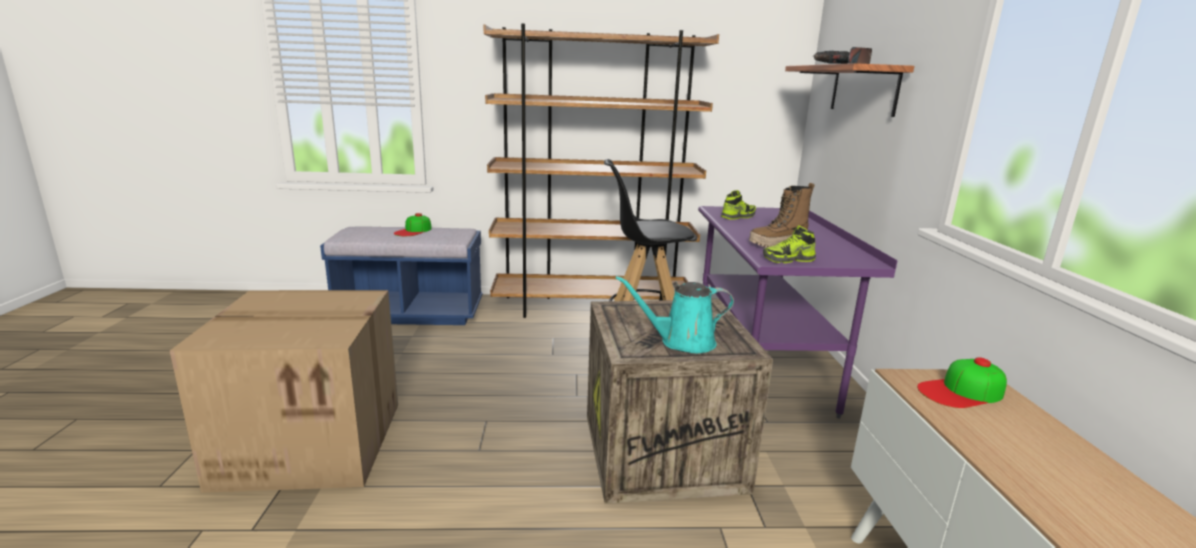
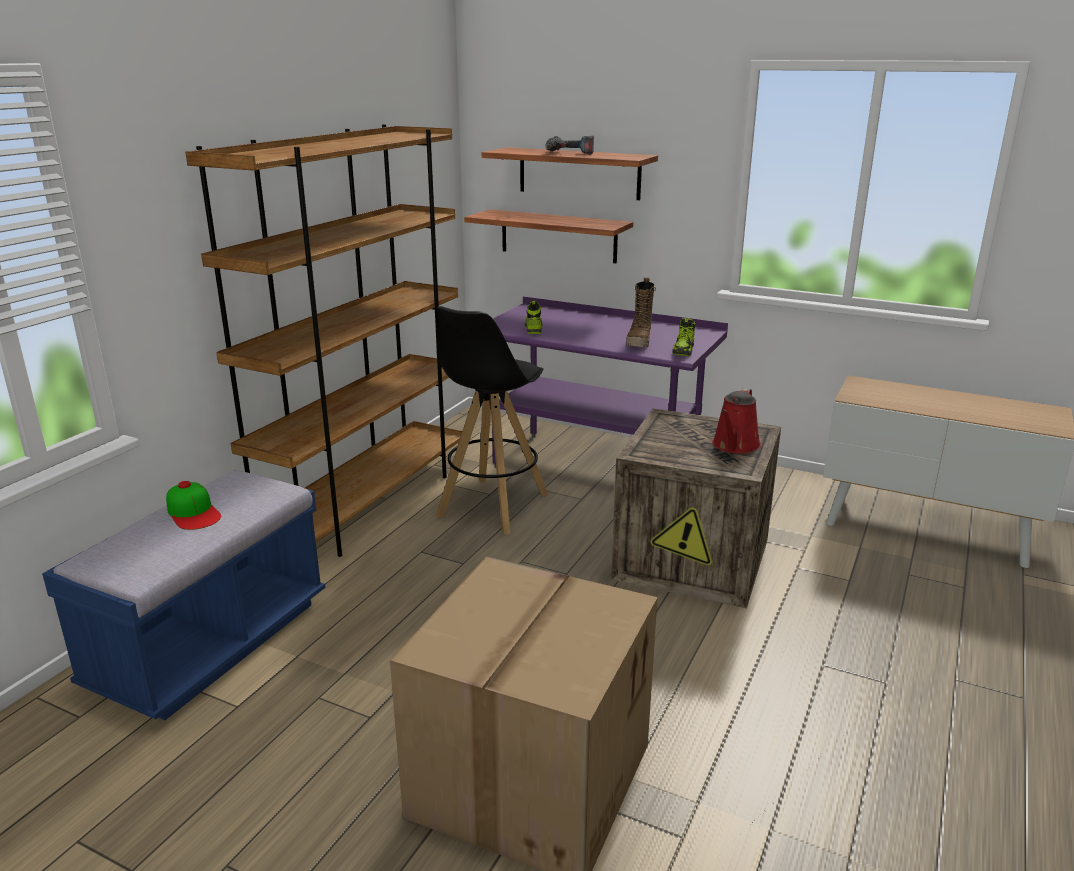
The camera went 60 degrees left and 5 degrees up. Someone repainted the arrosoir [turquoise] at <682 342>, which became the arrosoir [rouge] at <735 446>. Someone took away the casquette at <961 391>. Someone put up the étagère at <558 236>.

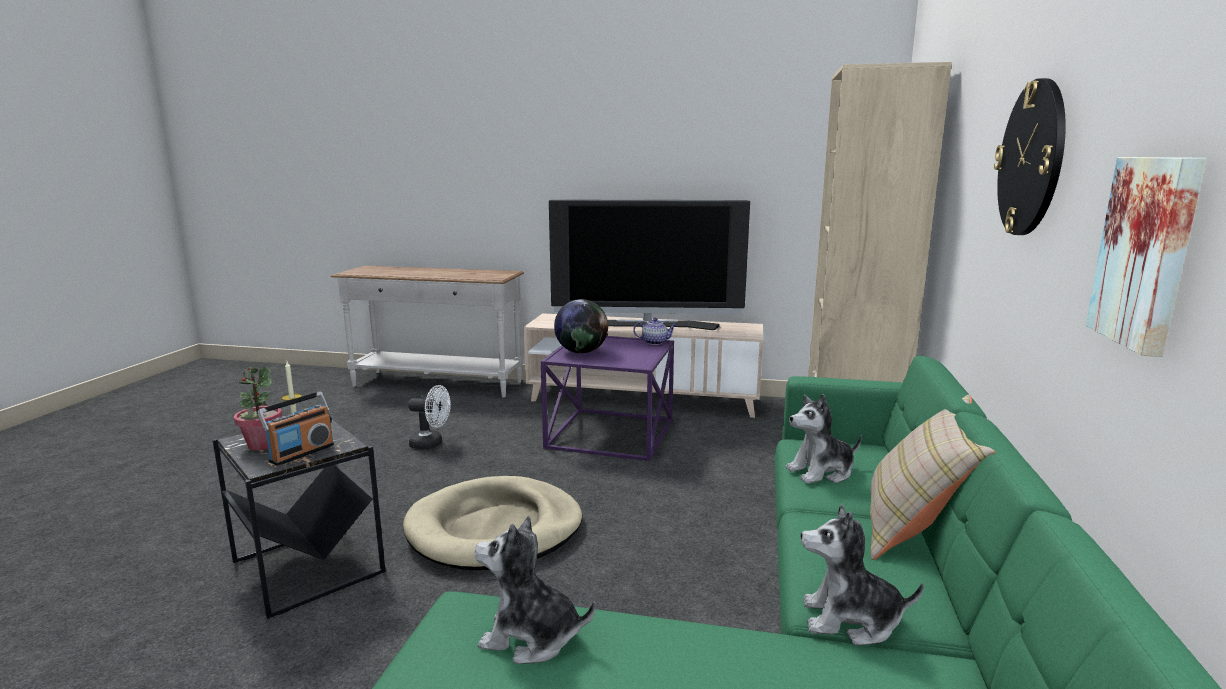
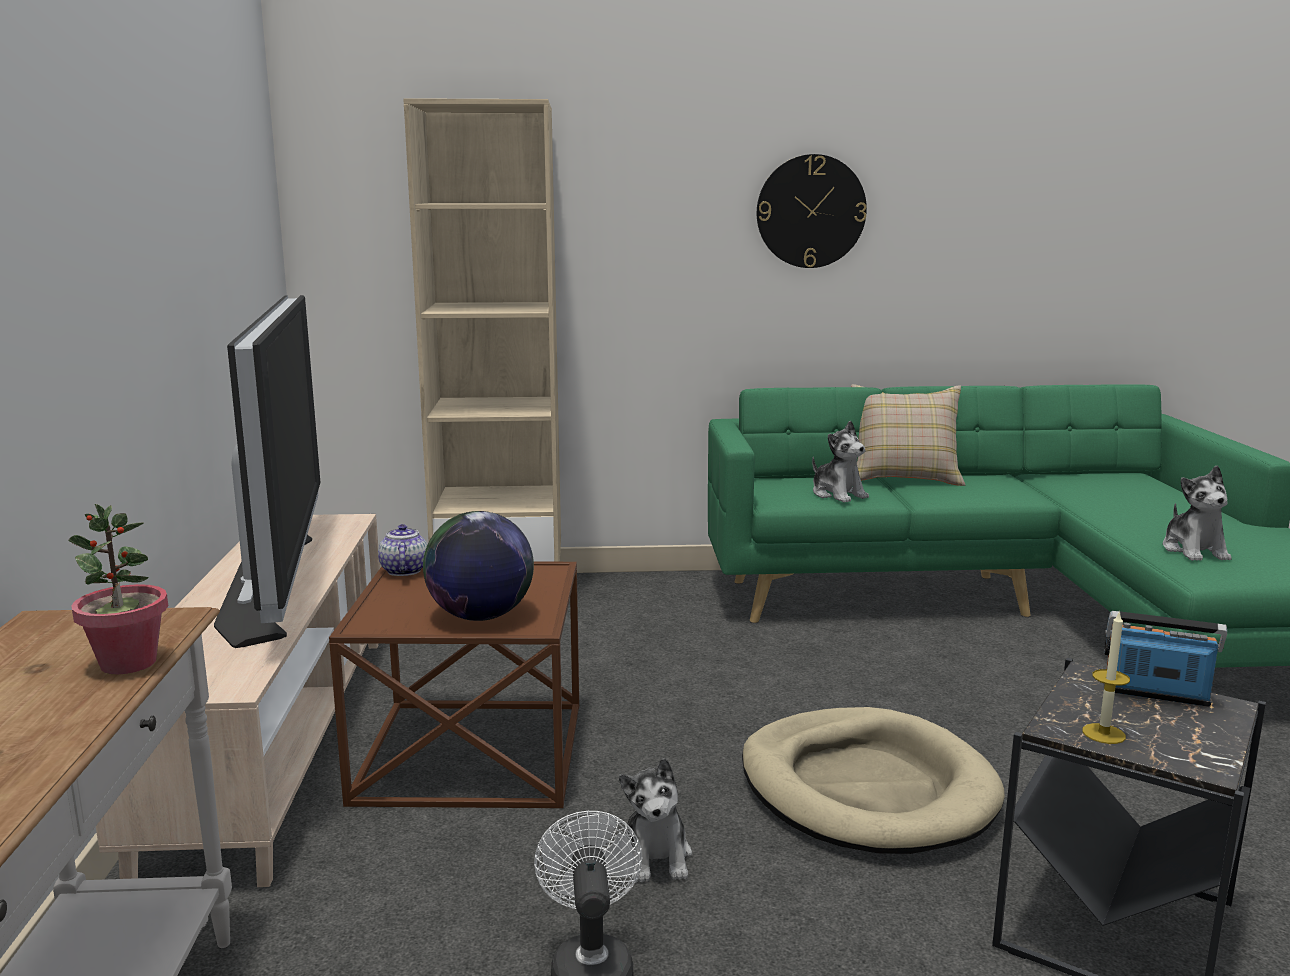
The camera went 105 degrees left and 0 degrees up. Someone carried the plante en pot from <262 445> to <128 663>. Someone repainted the table d'appoint [violet] at <612 433>, which became the table d'appoint [marron] at <470 751>. Someone carried the peluche from <850 621> to <656 856>. Someone took away the tableau at <1149 252>.

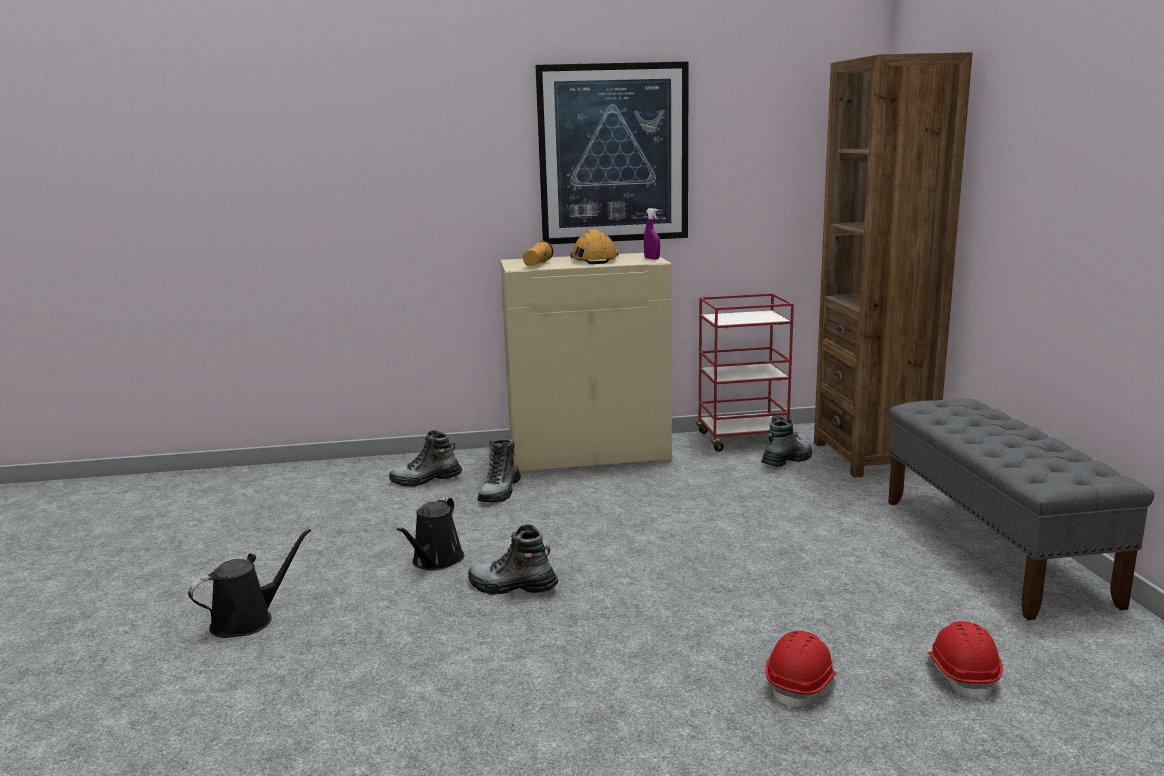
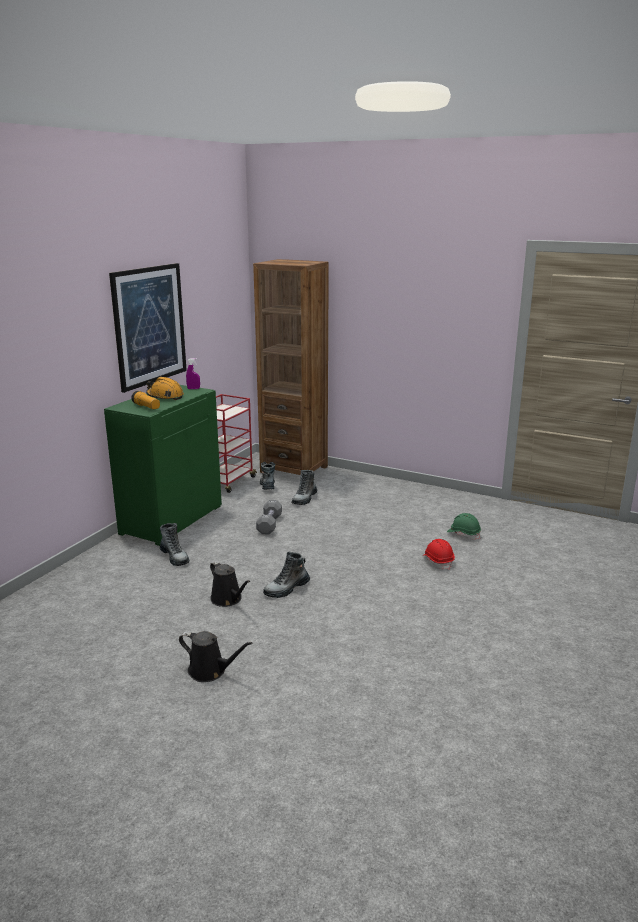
The camera went 55 degrees left and 5 degrees up. Someone rotated the arrosoir [noir] at <248 620> by 120 degrees clockwise. Someone carried the botte from <426 480> to <304 498>. Someone repainted the meuble de rangement [beige] at <589 454>, which became the meuble de rangement [vert] at <171 519>. Someone took away the banc [gris] at <993 549>. Someone repainted the casque de chantier [rouge] at <962 674>, which became the casque de chantier [vert] at <463 534>. Someone put down the haltère [gris] at <269 524>.

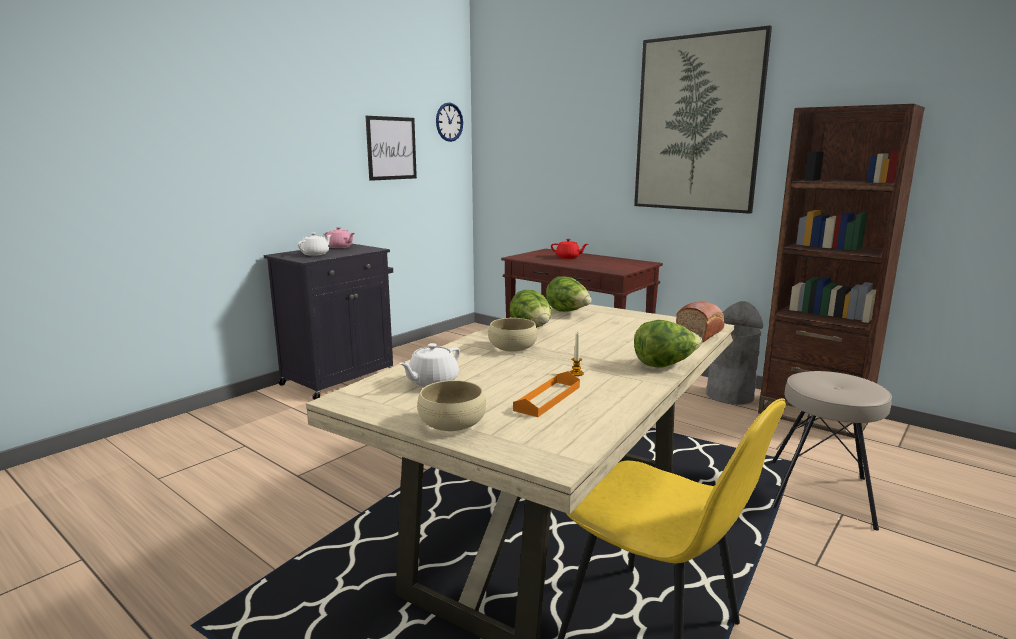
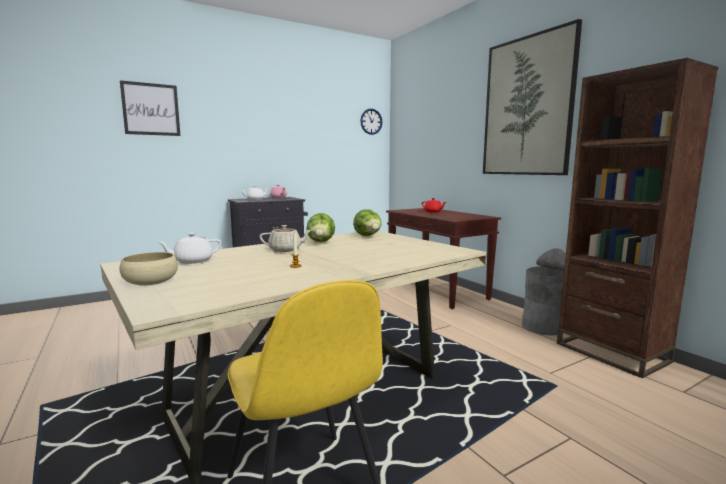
The camera went 20 degrees right and 5 degrees down. Someone carried the tableau from <391 148> to <151 109>. Someone swapped the bol [beige] at <512 347> for the théière [beige] at <286 250>. Someone took away the plateau [orange] at <547 398>. Someone took away the laitue at <664 365>. Someone took away the pain at <701 333>. Someone took away the tabouret [beige] at <821 493>.

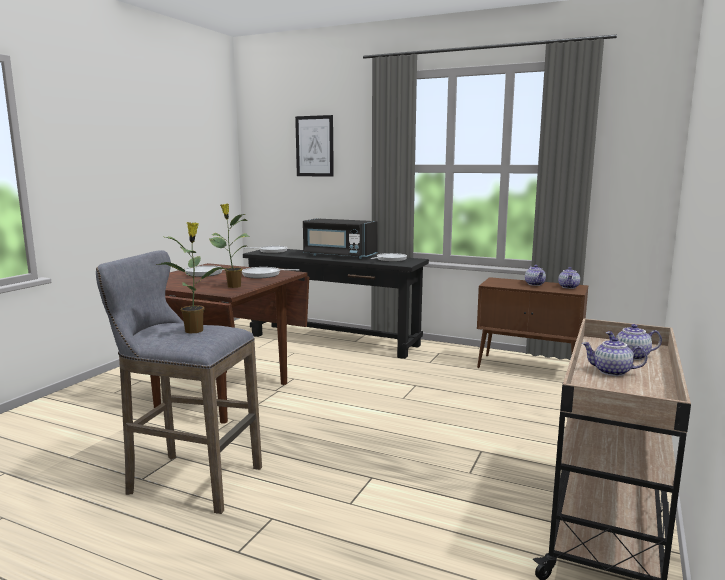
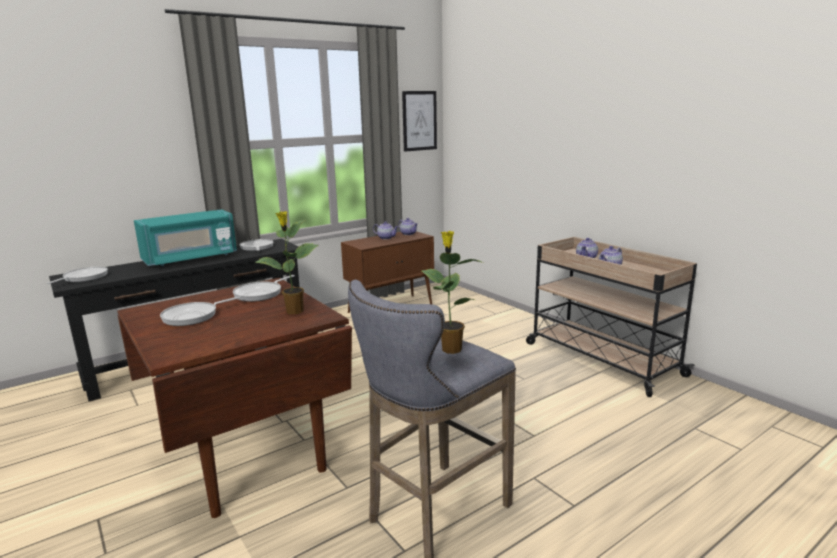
The camera went 60 degrees left and 5 degrees up. Someone carried the tableau from <314 146> to <419 121>. Someone repainted the micro-ondes [noir] at <339 255>, which became the micro-ondes [turquoise] at <190 258>.

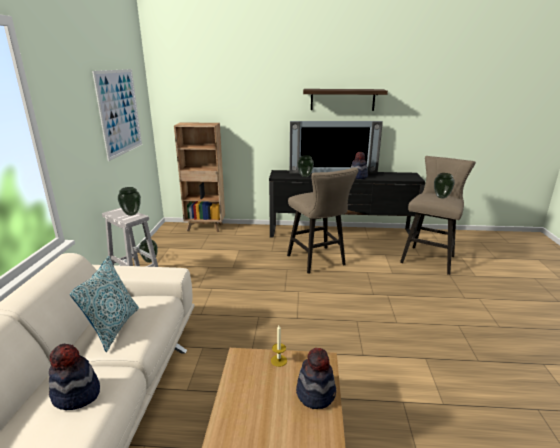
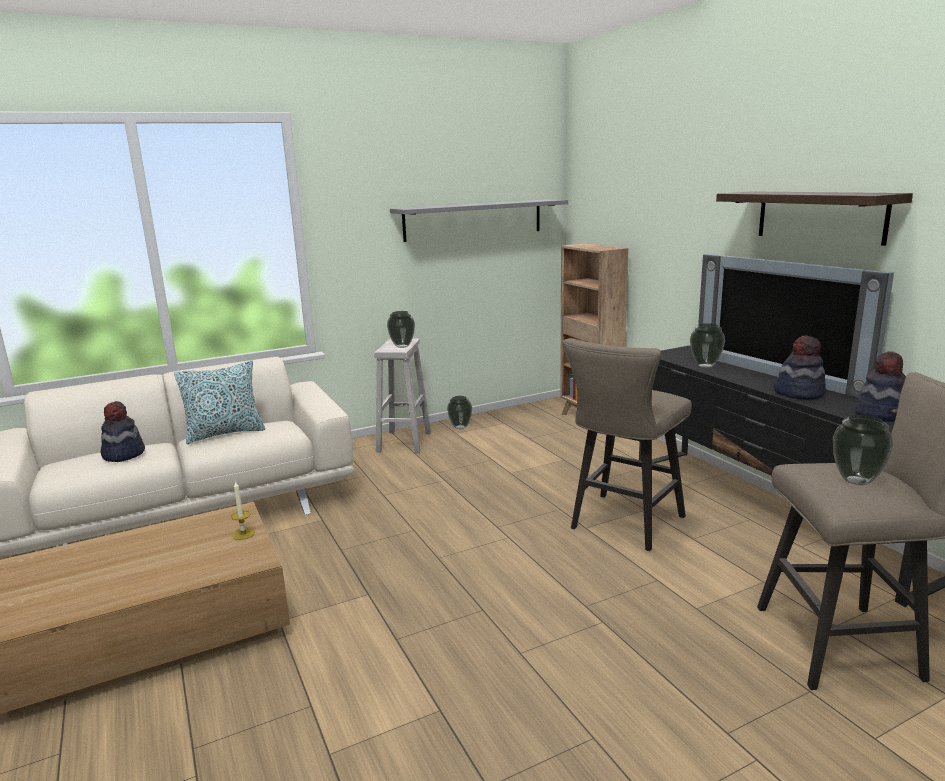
The camera went 60 degrees right and 5 degrees down. Someone swapped the tableau at <119 112> for the étagère [gris] at <473 220>. Someone carried the chapeau from <316 393> to <881 414>.

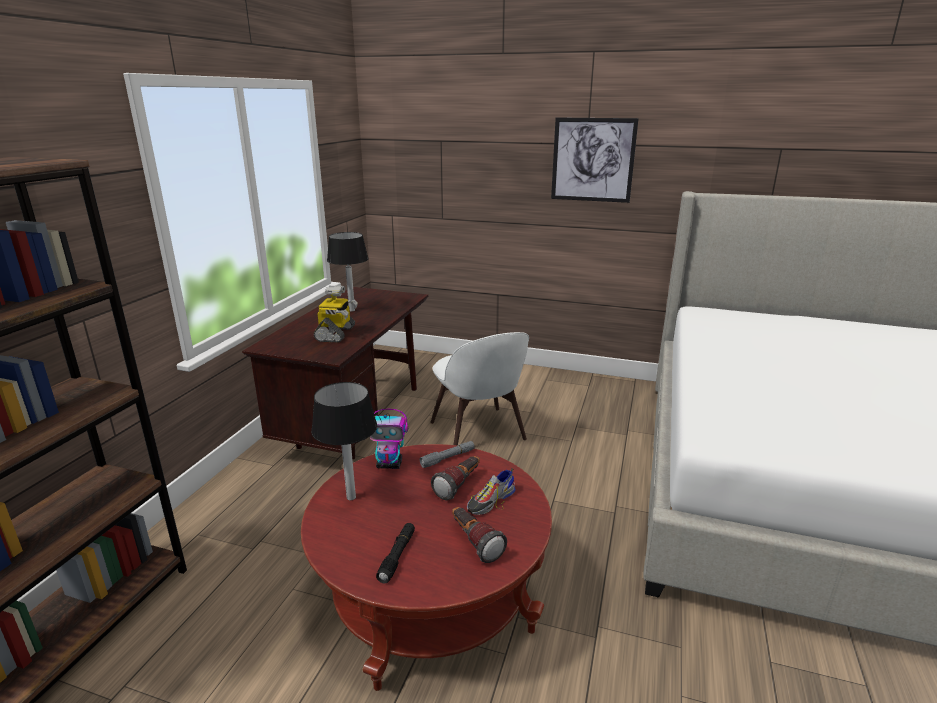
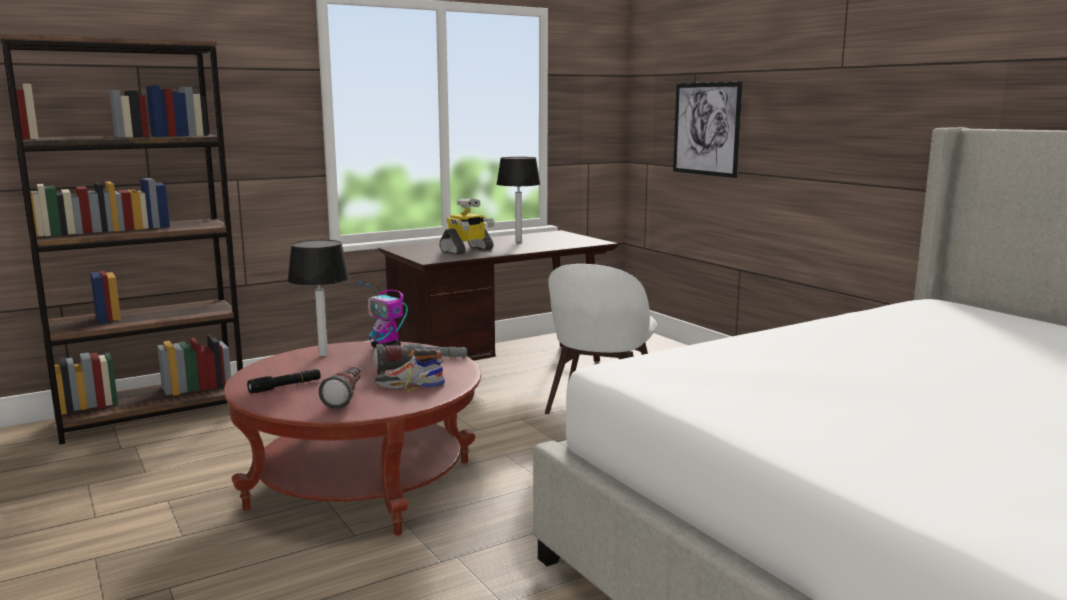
The camera went 40 degrees right and 10 degrees down. Someone carried the tableau from <593 160> to <706 129>.

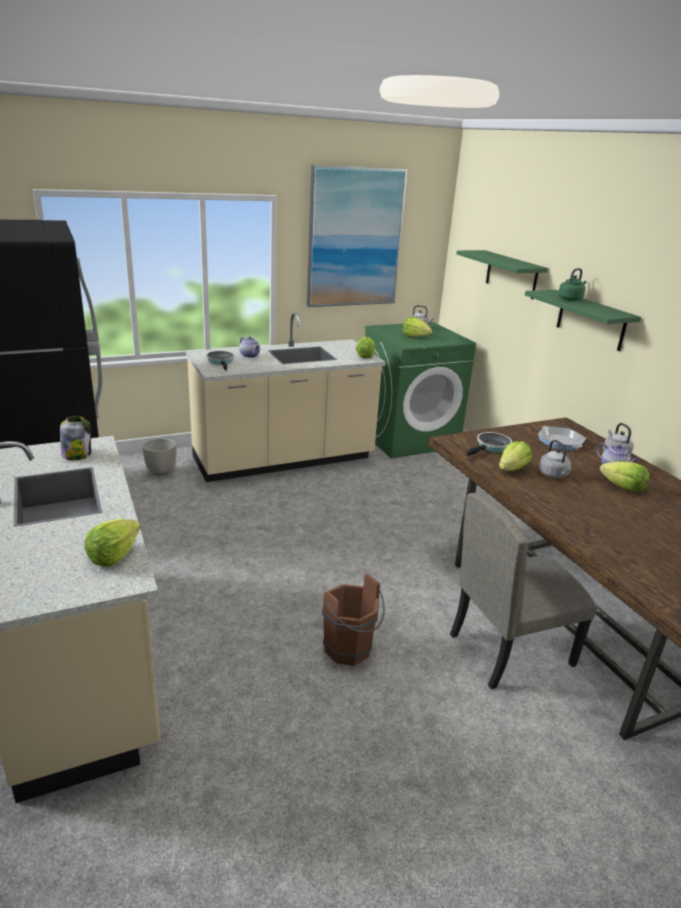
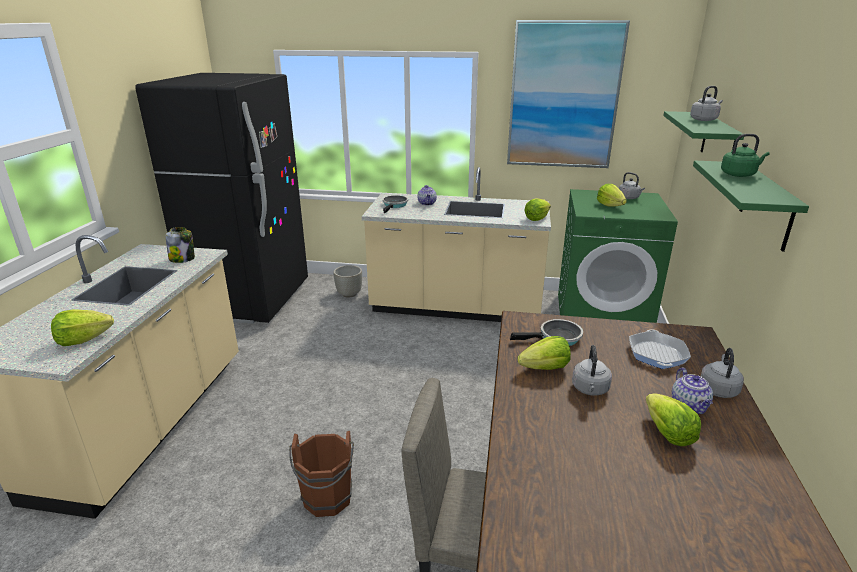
The camera went 35 degrees right and 0 degrees up. Someone put down the bouilloire [gris] at <704 119>.

